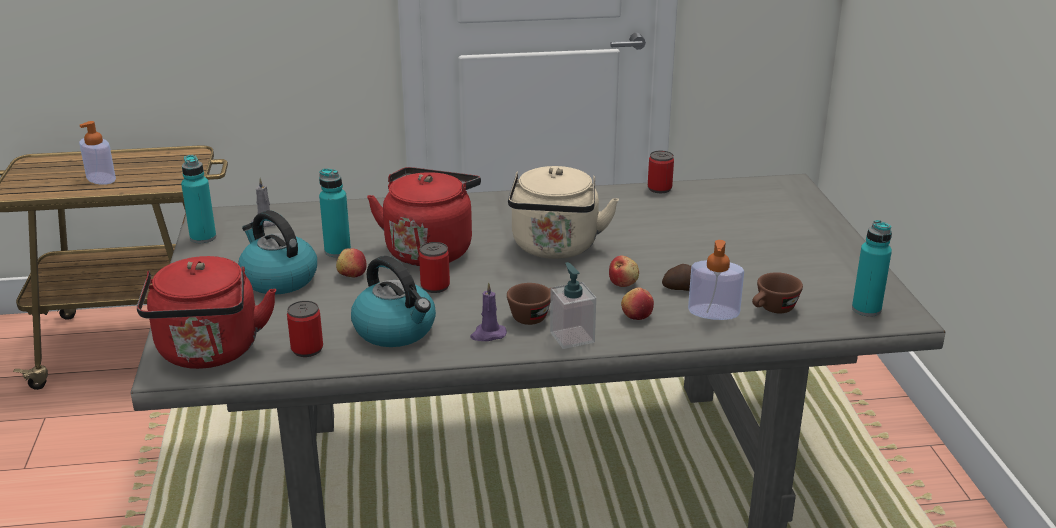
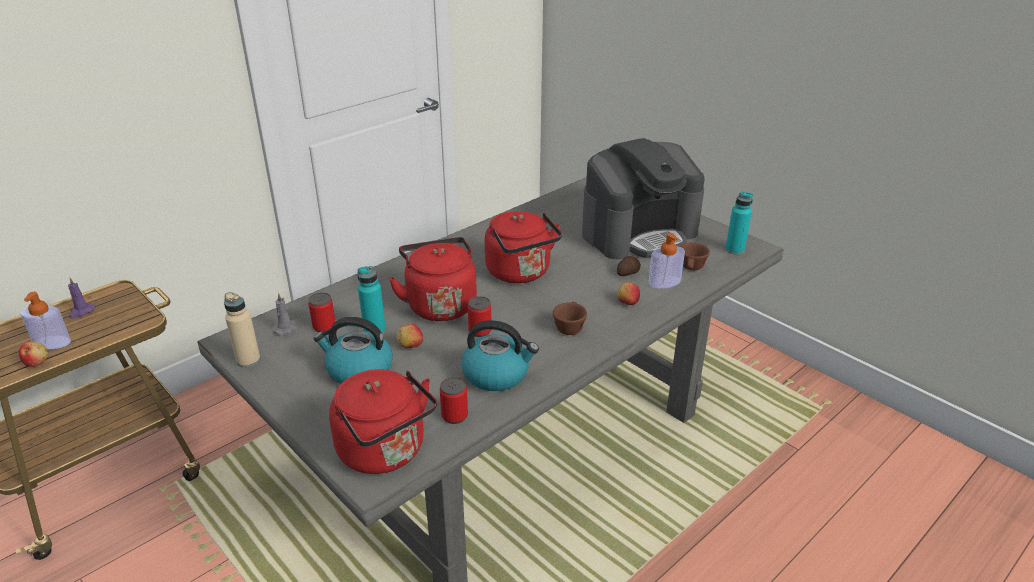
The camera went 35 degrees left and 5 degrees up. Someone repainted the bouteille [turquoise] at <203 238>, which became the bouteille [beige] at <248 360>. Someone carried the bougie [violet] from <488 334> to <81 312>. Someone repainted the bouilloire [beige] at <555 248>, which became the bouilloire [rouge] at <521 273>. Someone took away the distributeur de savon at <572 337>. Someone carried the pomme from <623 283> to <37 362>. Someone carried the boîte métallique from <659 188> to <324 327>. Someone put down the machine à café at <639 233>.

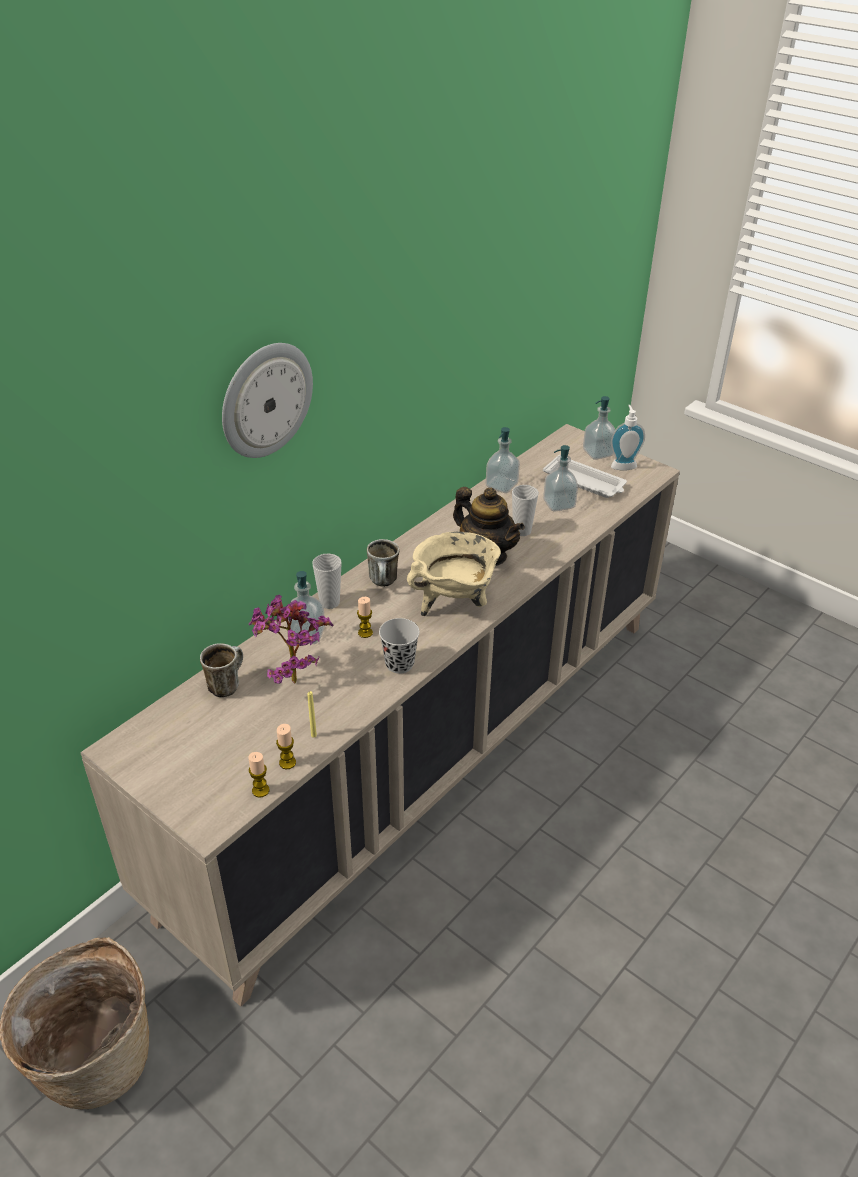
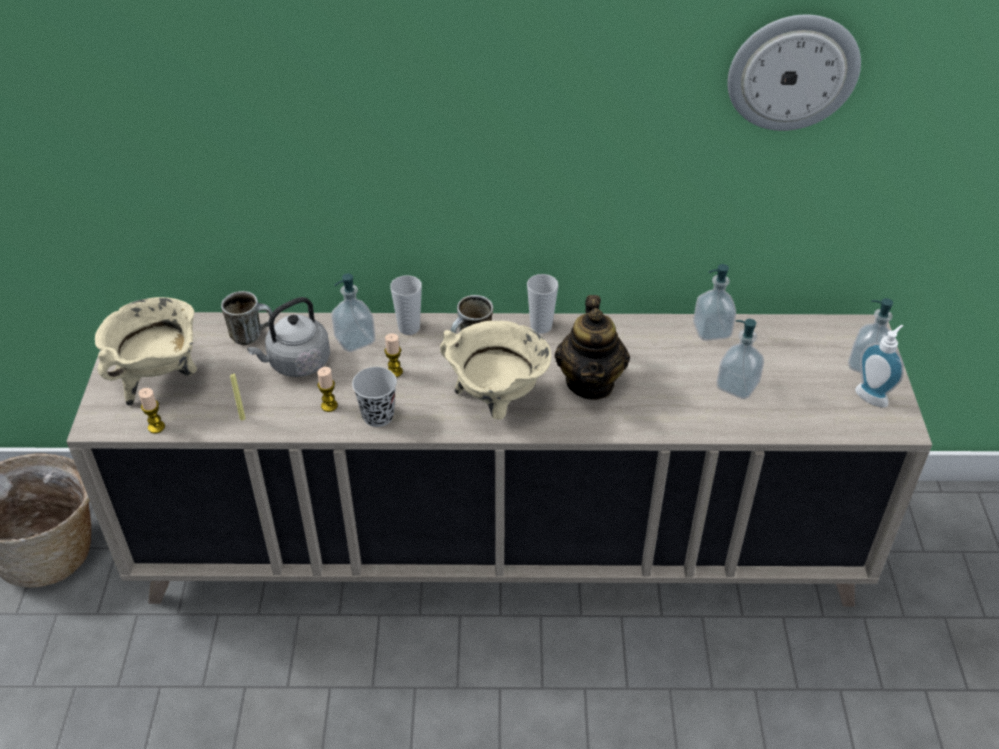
The camera went 50 degrees right and 5 degrees up. Someone carried the horloge murale from <265 399> to <792 72>. Someone swapped the plante en pot at <291 676> for the bouilloire [gris] at <296 363>. Someone carried the bougie from <287 763> to <329 406>. Someone carried the tasse from <522 531> to <541 326>. Someone took away the plateau [blanc] at <585 482>. Someone put down the marmite [beige] at <160 379>.

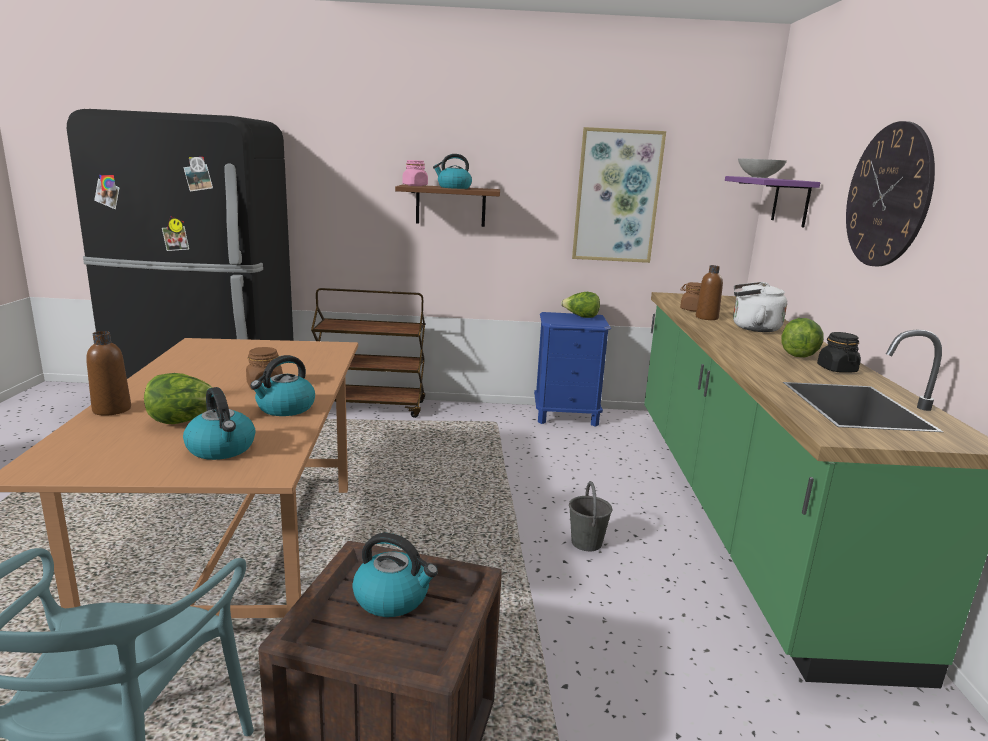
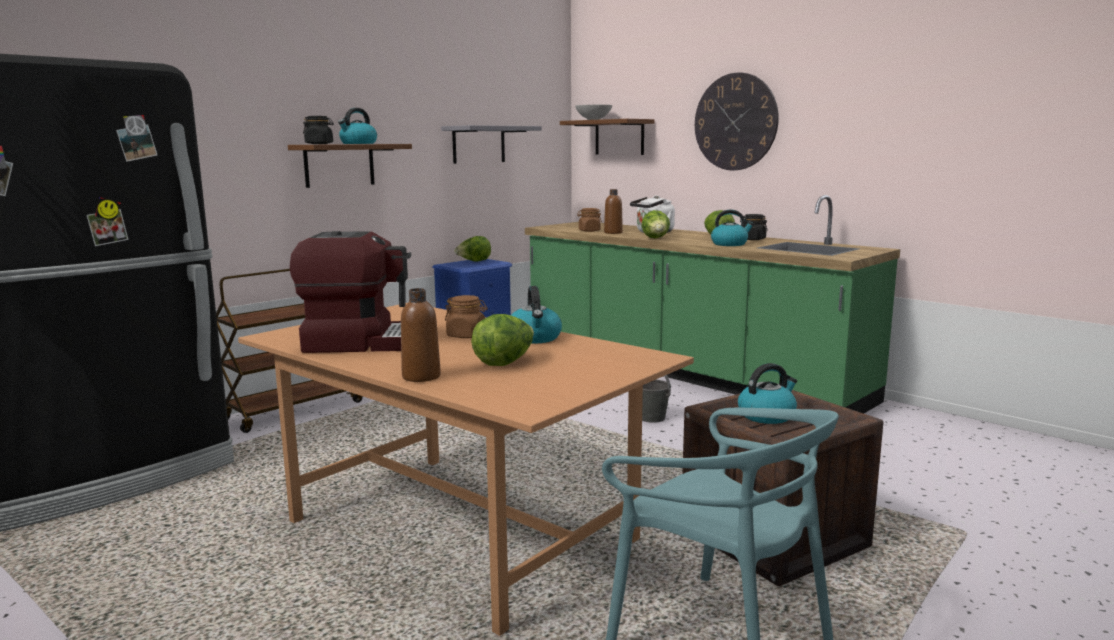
The camera went 45 degrees left and 5 degrees down. Someone carried the bouilloire from <222 449> to <730 244>. Someone repainted the bocal [rose] at <415 185>, which became the bocal [noir] at <319 144>. Someone swapped the tableau at <617 196> for the étagère [gris] at <478 144>. Someone repainted the étagère [violet] at <791 201>, which became the étagère [marron] at <619 137>. Someone put down the machine à café at <364 342>. Someone put down the laitue at <656 239>.

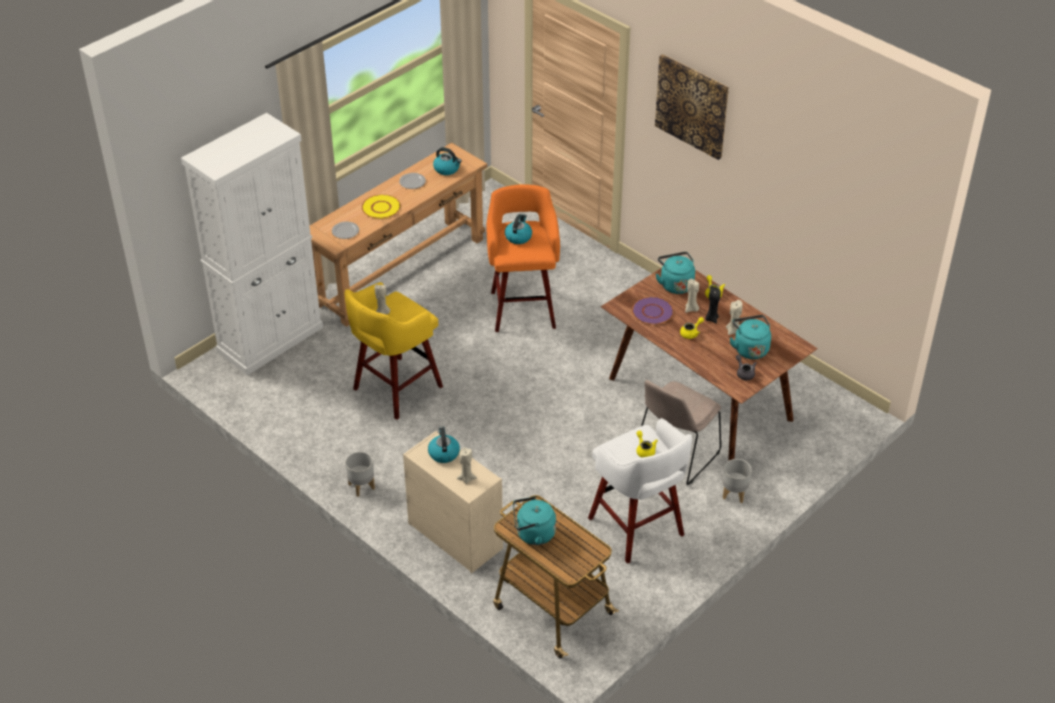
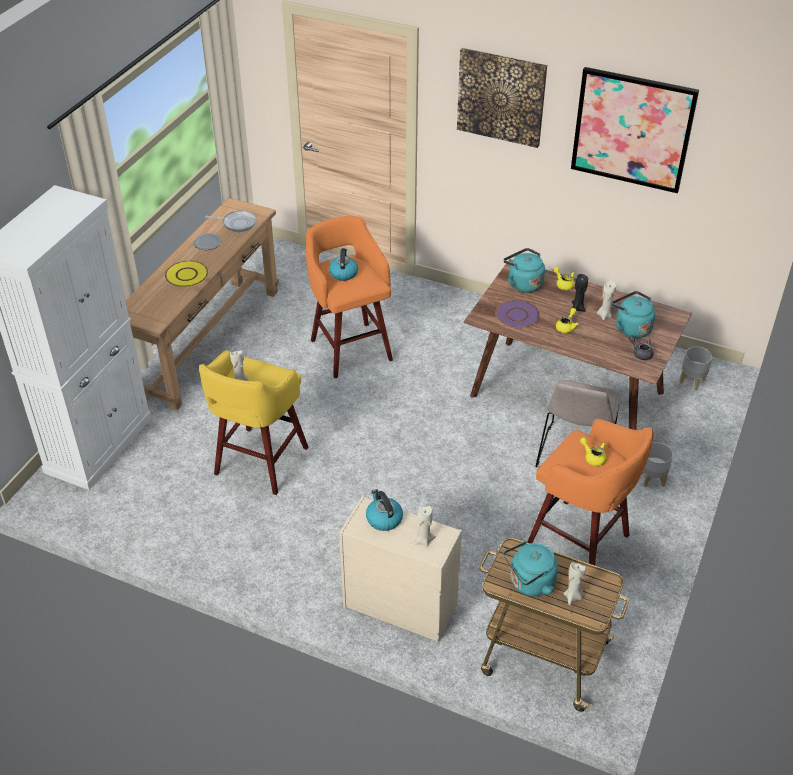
The camera went 20 degrees left and 0 degrees up. Someone took away the assiette at <346 231>. Someone carried the cache-pot [gris] from <361 487> to <692 381>. Someone swapped the bouilloire at <447 169> for the poêle at <237 223>. Someone repainted the tabouret [blanc] at <637 529>, which became the tabouret [orange] at <581 542>. Someone carried the bougie [beige] from <691 309> to <573 597>. Someone put up the tableau at <632 130>.

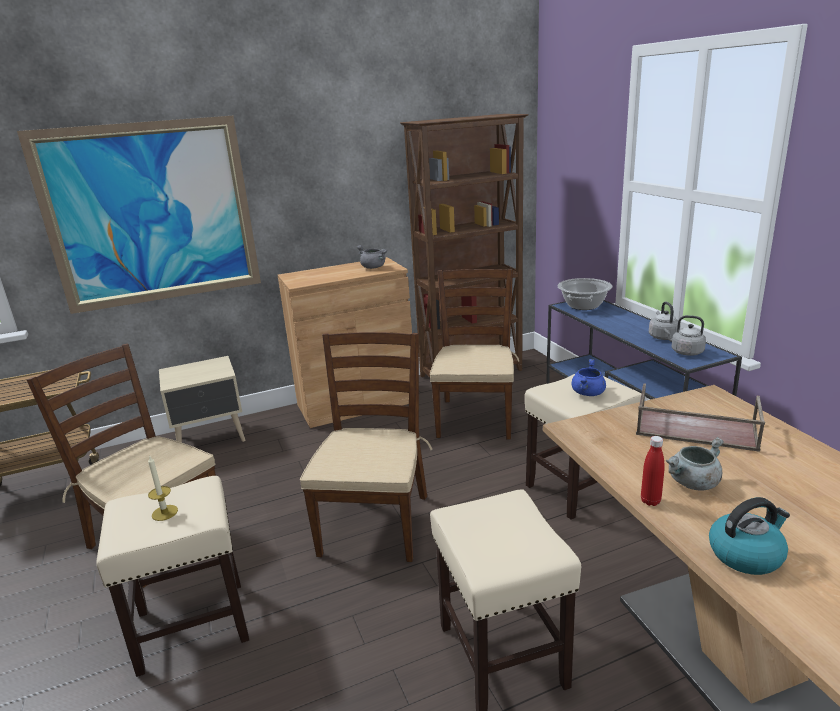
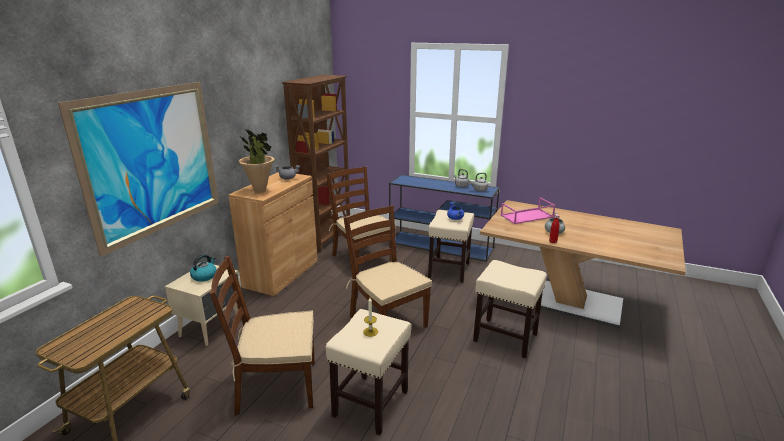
The camera went 45 degrees left and 0 degrees up. Someone took away the marmite at <583 305>. Someone repainted the plateau [marron] at <694 429>, which became the plateau [rose] at <527 216>. Someone carried the bouilloire from <746 554> to <204 276>. Someone put down the plante en pot at <260 191>.

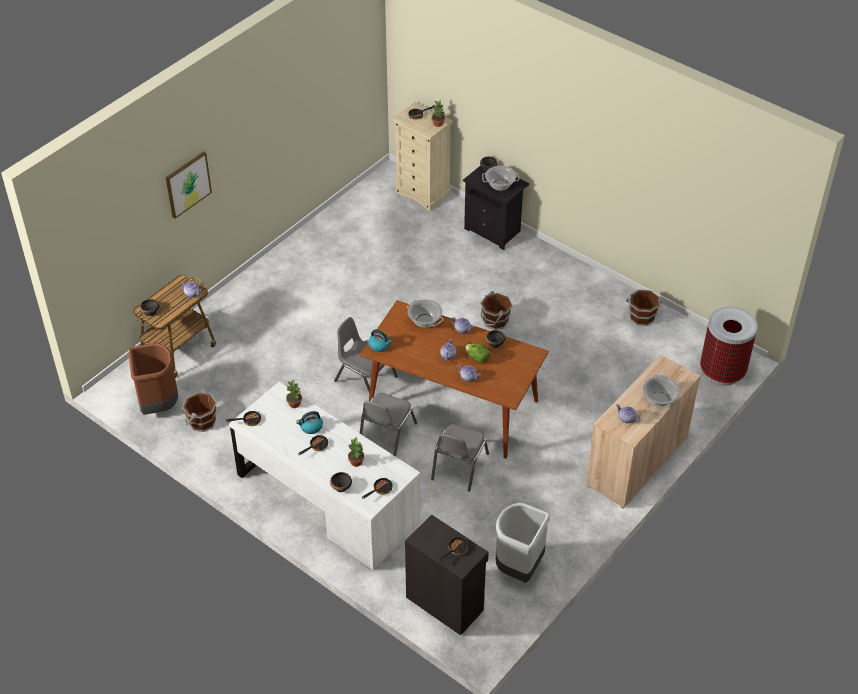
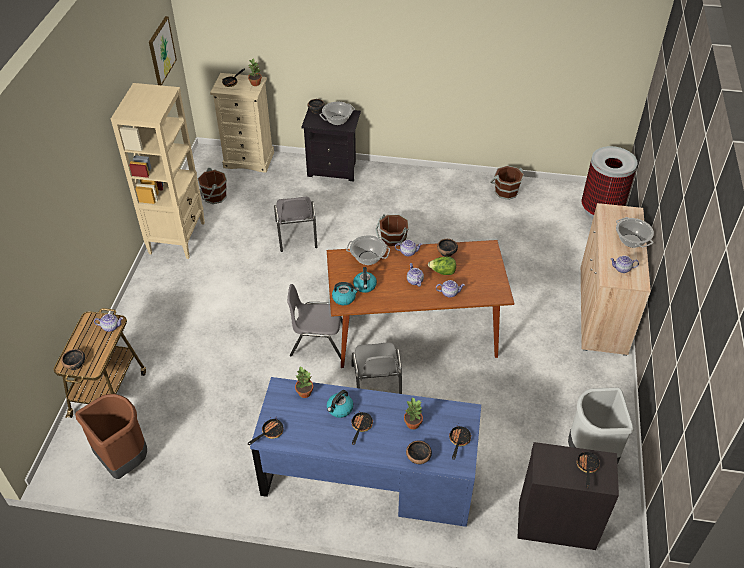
The camera went 30 degrees left and 0 degrees up. Someone carried the tableau from <188 184> to <161 51>. Someone carried the seau [marron] from <201 421> to <214 196>. Someone repainted the bureau [blanc] at <327 499>, which became the bureau [bleu] at <368 476>. Someone carried the chaise [gris] from <459 466> to <296 234>. Someone put down the bibliothèque [beige] at <177 237>. Someone put down the bouilloire at <365 286>.

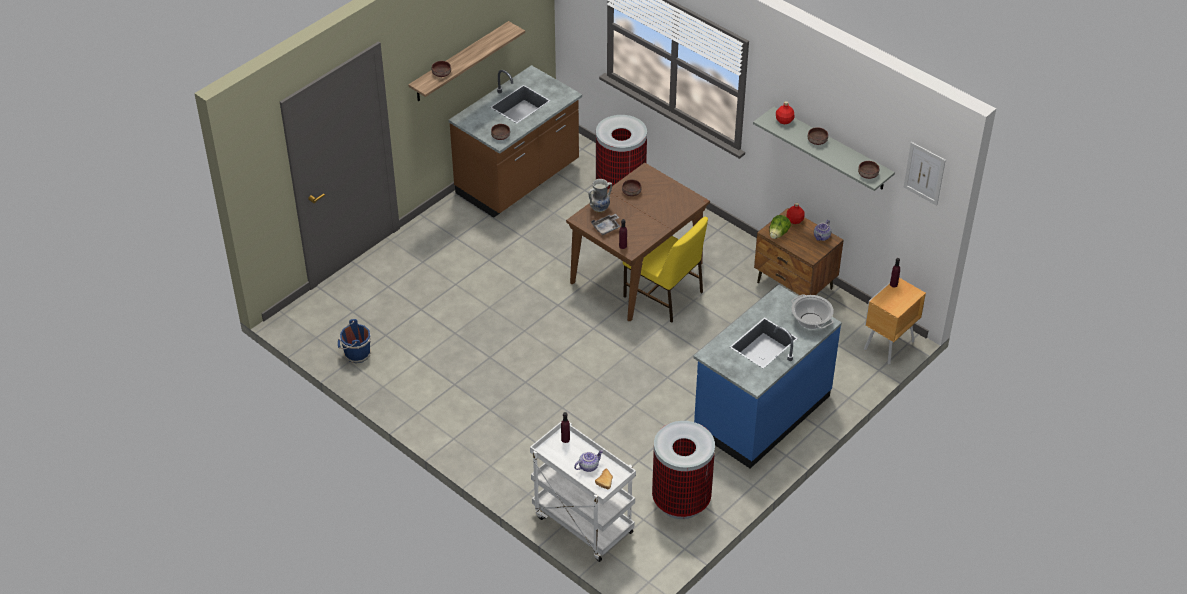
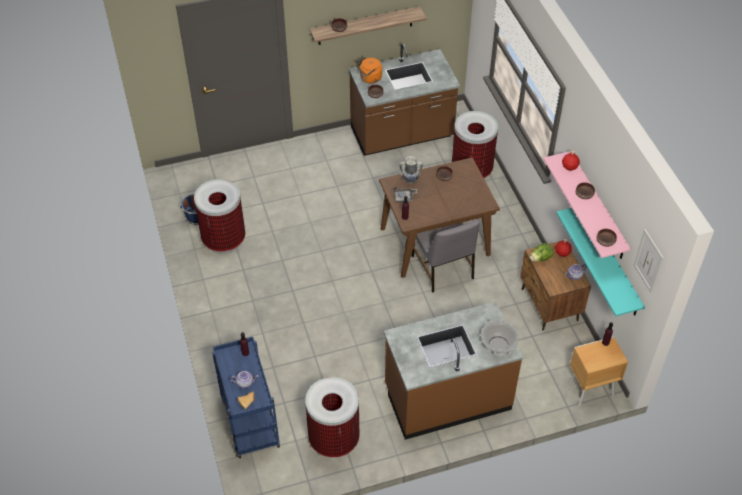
The camera went 30 degrees right and 5 degrees up. Someone repainted the chariot [blanc] at <581 524>, which became the chariot [bleu] at <249 421>. Someone repainted the chaise [jaune] at <664 295>, which became the chaise [gris] at <442 268>. Someone repainted the comptoir de cuisine [bleu] at <761 412>, which became the comptoir de cuisine [marron] at <447 397>. Someone repainted the étagère [gris] at <831 149>, which became the étagère [rose] at <597 206>. Someone put down the poubelle at <223 240>. Someone put down the bouilloire [orange] at <369 78>. Someone put up the étagère [turquoise] at <610 262>.

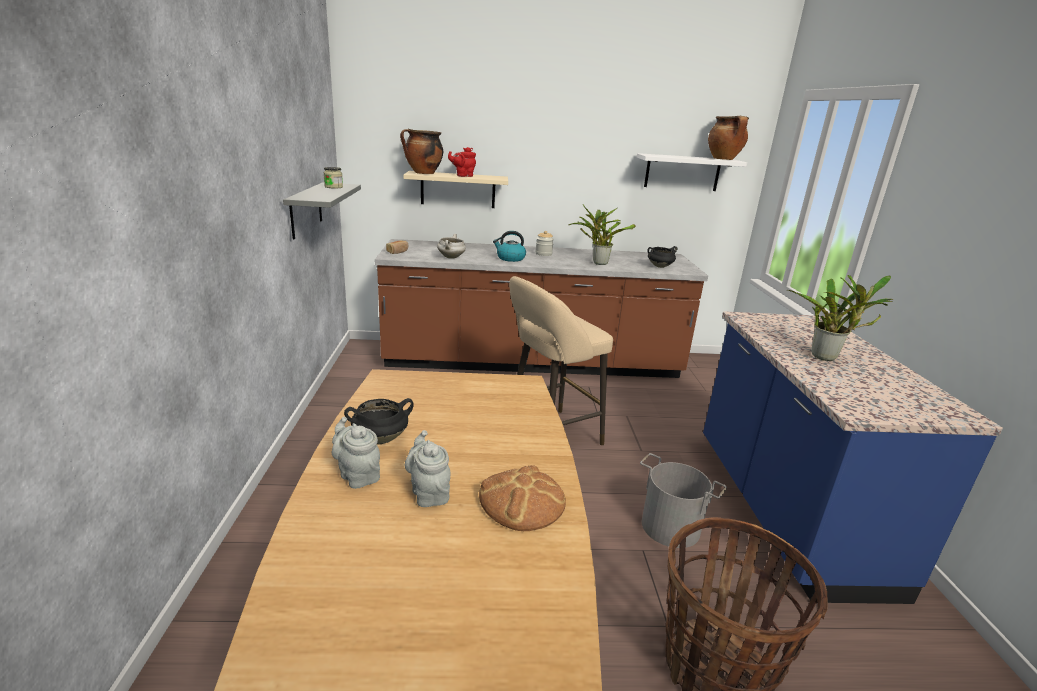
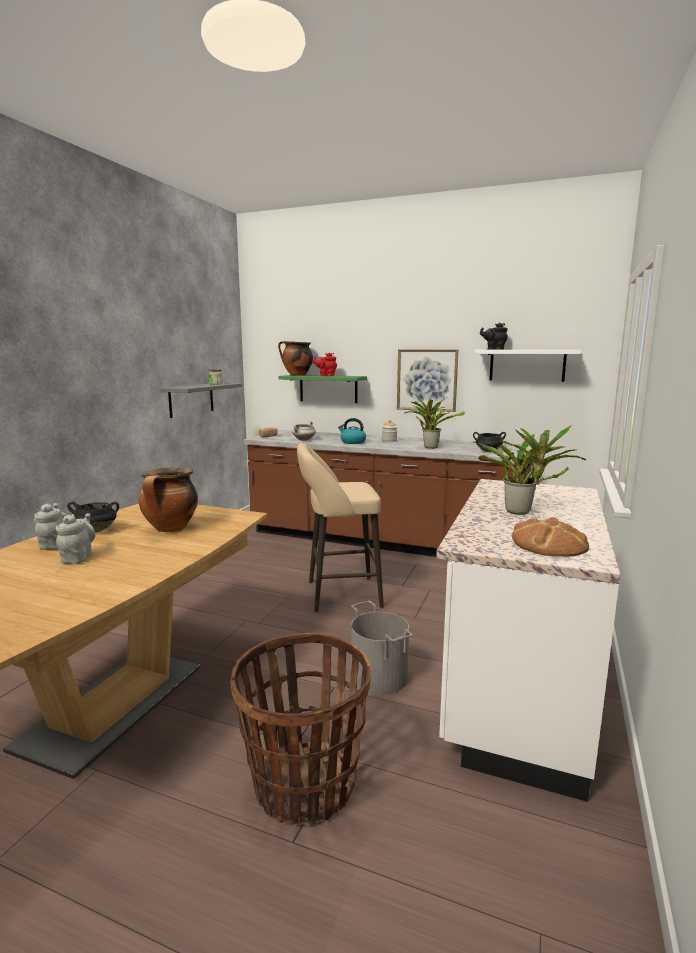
The camera went 25 degrees right and 10 degrees down. Someone repainted the étagère [beige] at <458 190>, which became the étagère [vert] at <328 388>. Someone carried the pain from <521 501> to <548 544>. Someone repainted the comptoir de cuisine [bleu] at <785 512>, which became the comptoir de cuisine [blanc] at <516 691>. Someone carried the marmite from <724 159> to <171 529>. Someone put up the tableau at <427 380>. Someone put down the théière [noir] at <494 349>.

